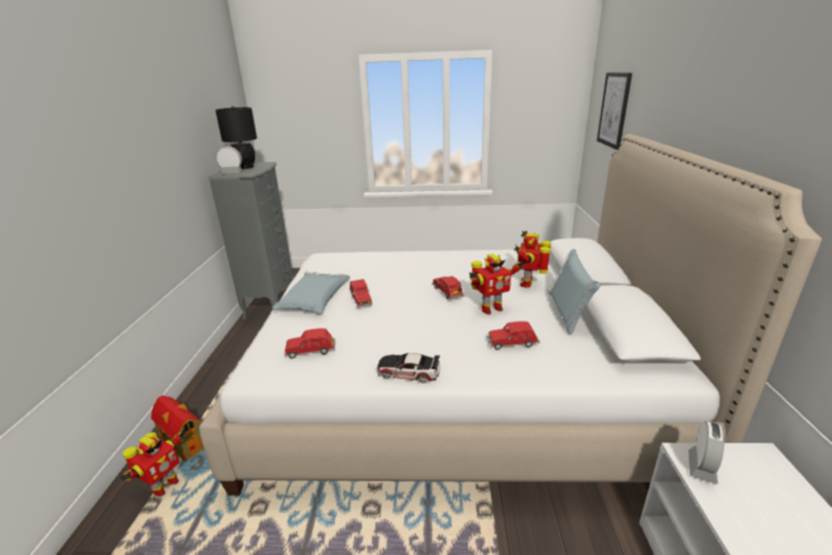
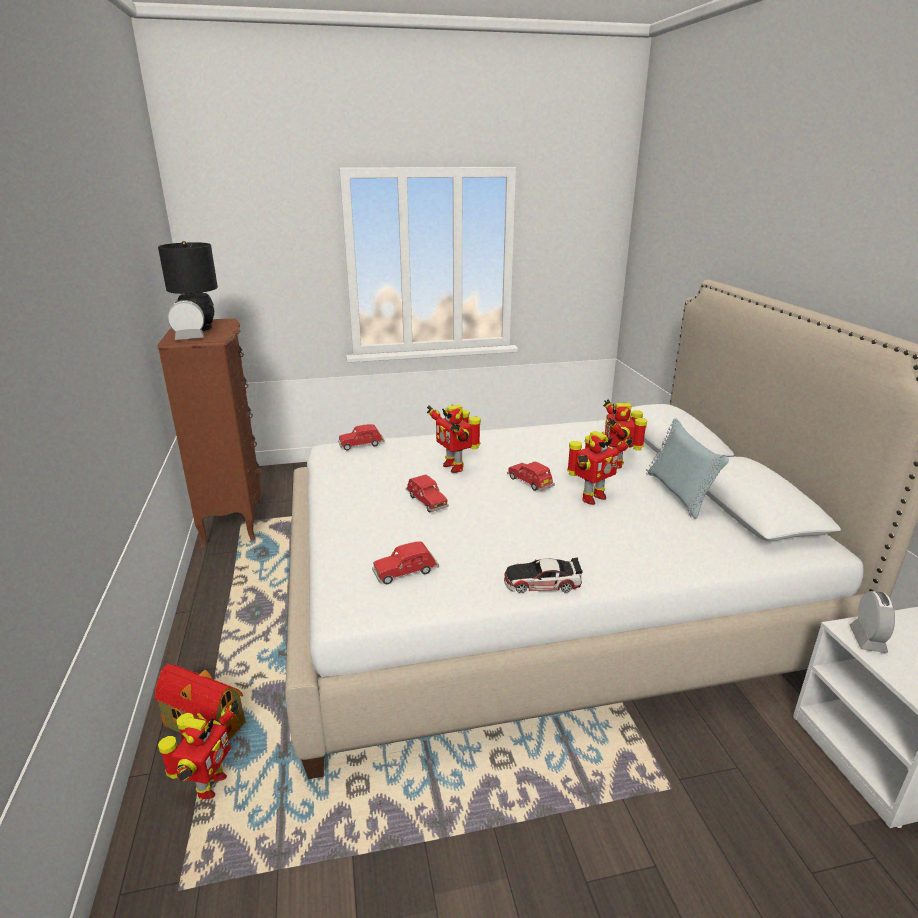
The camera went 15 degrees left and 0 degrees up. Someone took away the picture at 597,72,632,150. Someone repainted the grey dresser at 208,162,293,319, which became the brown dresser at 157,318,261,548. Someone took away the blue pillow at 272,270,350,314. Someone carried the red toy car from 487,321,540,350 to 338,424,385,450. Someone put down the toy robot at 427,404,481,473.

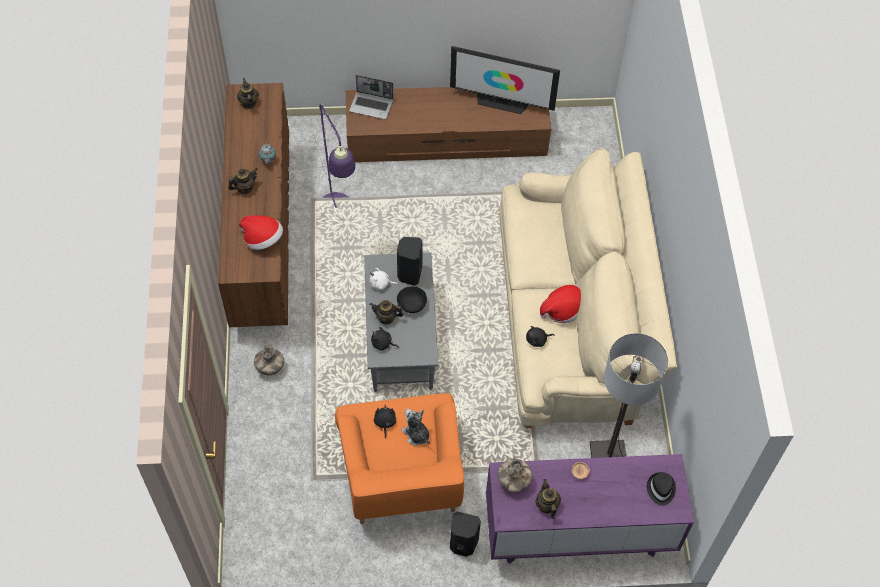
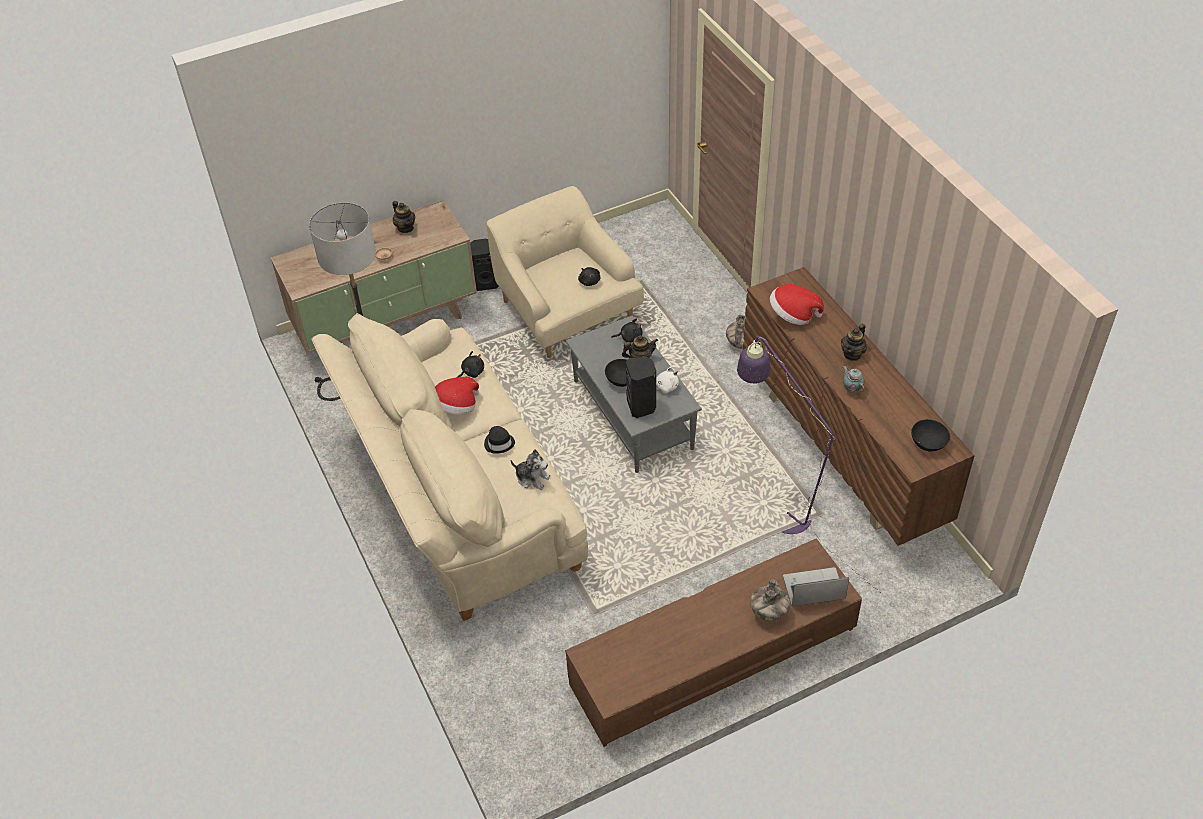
The camera went 160 degrees right and 10 degrees down. Someone took away the television at 450,46,560,114. Someone swapped the teapot at 237,78,259,109 for the black bowl at 911,419,950,451. Someone repainted the orange armchair at 335,393,464,524, which became the beige armchair at 487,186,644,358. Someone carried the plush toy from 401,409,430,446 to 511,449,551,490. Someone repainted the purple dresser at 486,454,694,564, which became the green dresser at 271,200,477,354. Someone carried the vase from 498,459,532,492 to 750,579,790,621. Someone carried the black hat from 647,472,676,506 to 484,426,515,454.

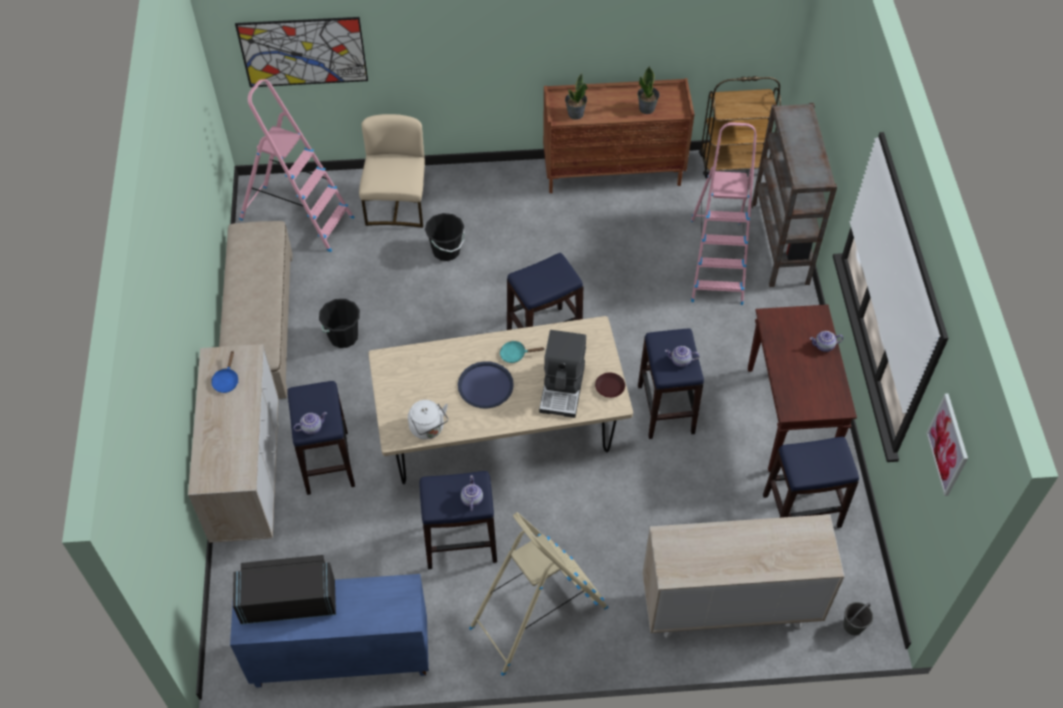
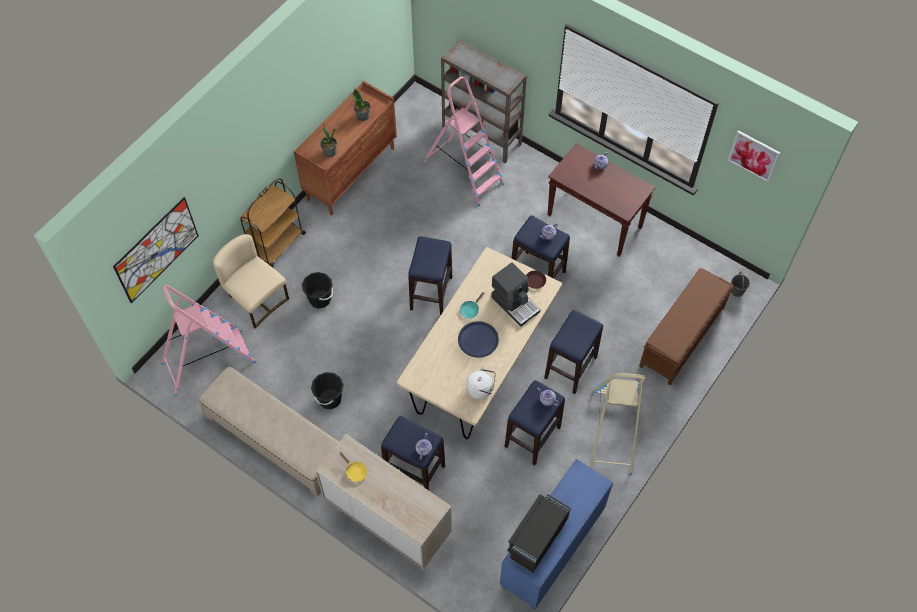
The camera went 50 degrees left and 5 degrees up. Someone carried the brown cart from 699,76,781,179 to 240,178,306,268. Someone repainted the blue frying pan at 211,351,238,393, which became the yellow frying pan at 340,452,367,482. Someone carried the stool from 763,437,859,528 to 544,310,603,394. Someone swapped the white dresser at 642,514,845,638 for the brown bench at 639,268,734,386.

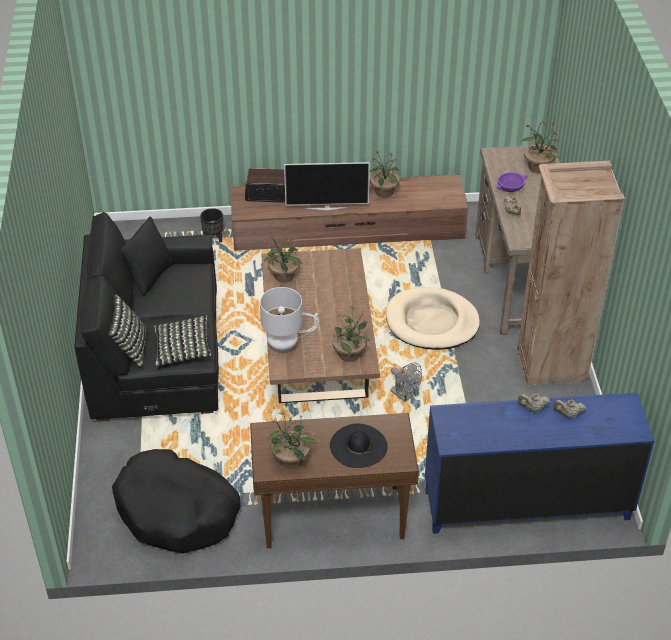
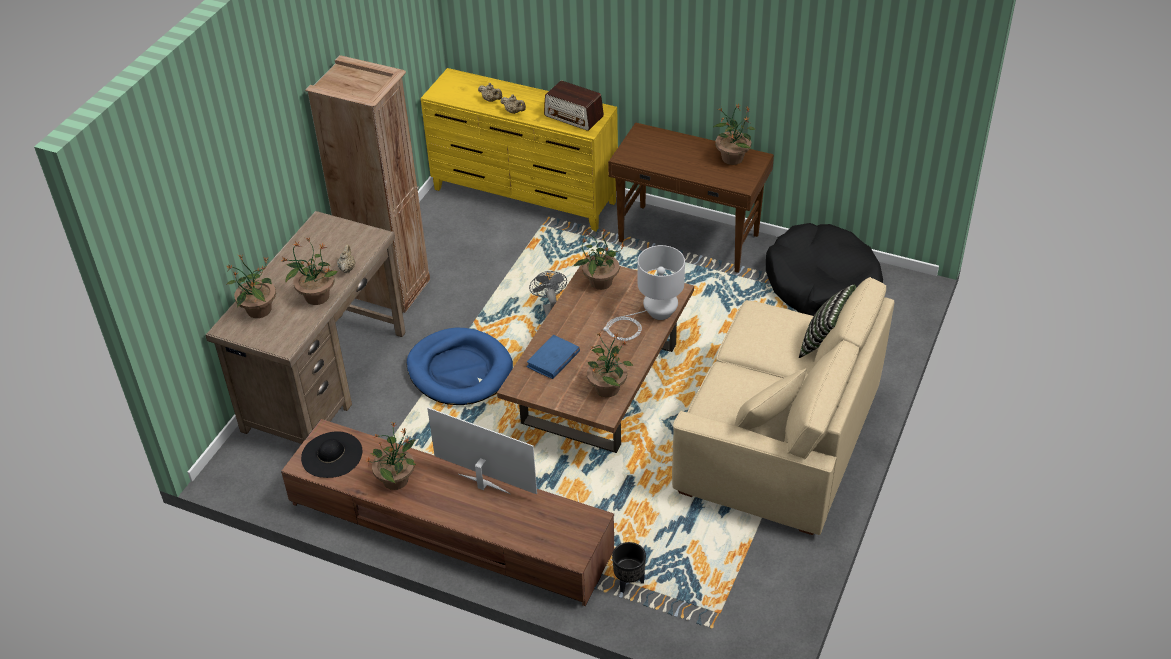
The camera went 150 degrees left and 0 degrees up. Someone carried the radio from 245,168,285,203 to 544,81,604,131. Someone swapped the purple bowl at 495,172,527,192 for the potted plant at 282,237,337,305. Someone repainted the black sofa at 74,212,219,422, which became the beige sofa at 672,277,894,535. Someone repainted the beige dog bed at 386,287,480,350, which became the blue dog bed at 407,328,513,405. Someone took away the pillow at 153,315,211,366. Someone repainted the blue dresser at 425,392,654,534, which became the yellow dresser at 421,68,618,232. Someone carried the black hat from 330,424,388,468 to 301,431,362,478. Someone put down the blue book at 526,335,580,379.

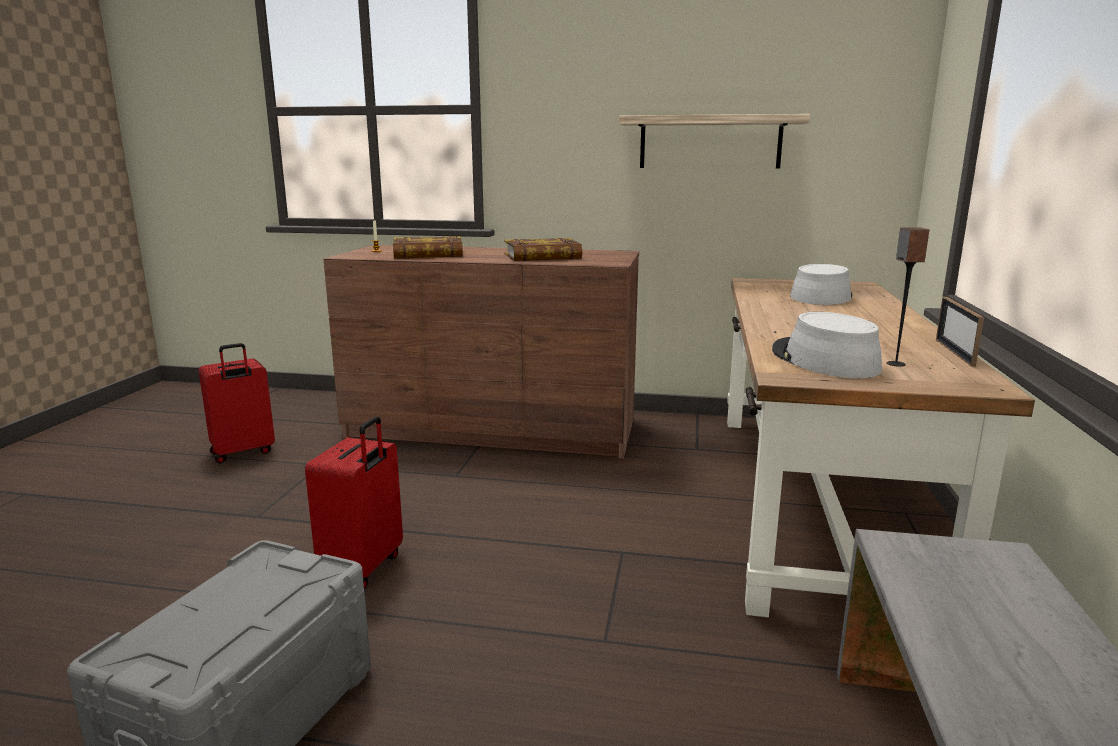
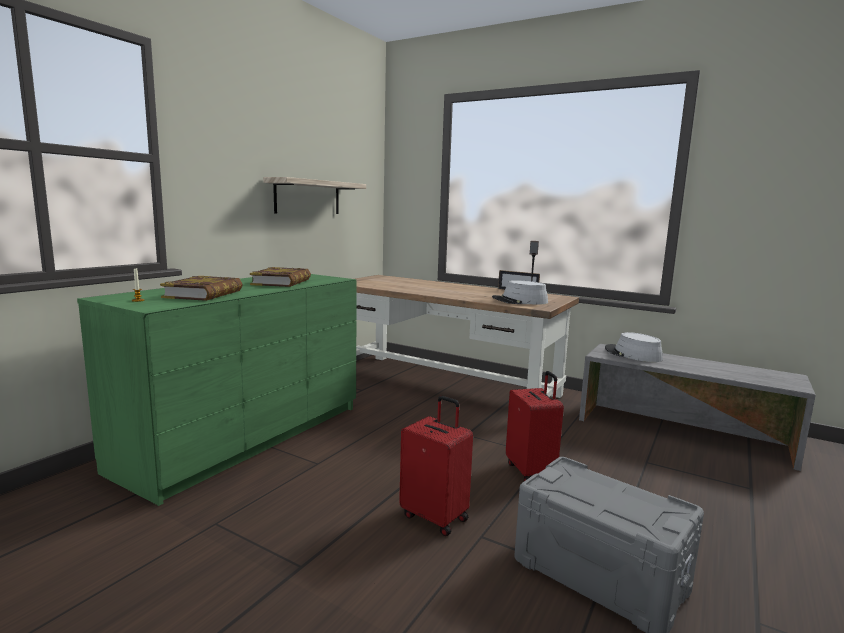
The camera went 70 degrees left and 5 degrees down. Someone repainted the brown dresser at 323,245,639,459, which became the green dresser at 77,274,357,506. Someone carried the grey hat from 790,264,853,305 to 605,332,663,362. Someone carried the red suitcase from 199,343,275,463 to 506,371,564,481.

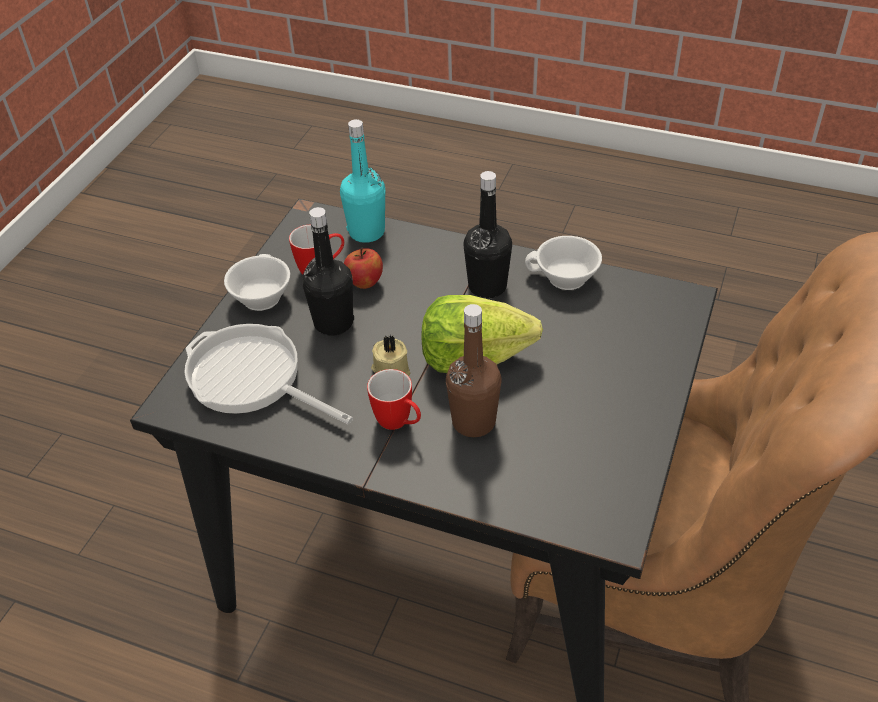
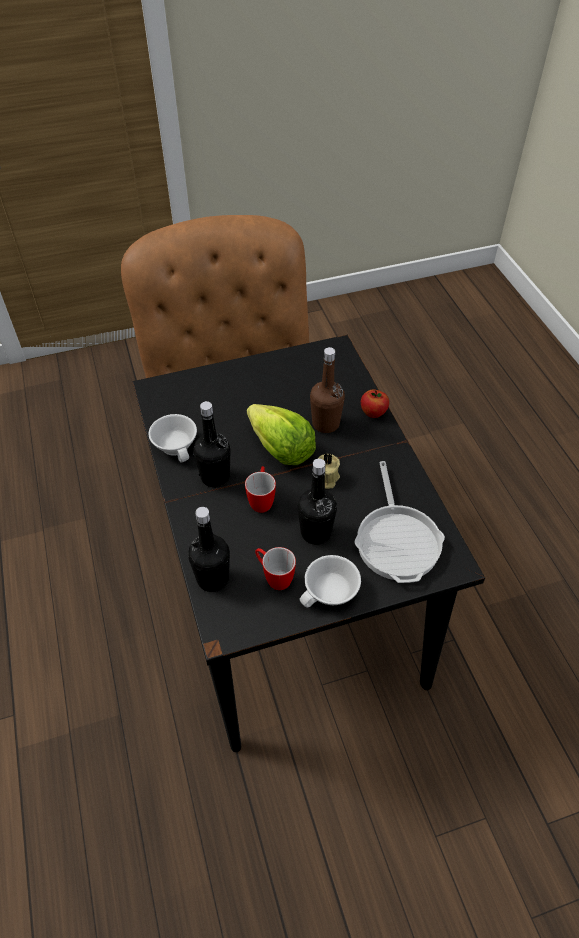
The camera went 130 degrees left and 5 degrees up. Someone repainted the turquoise bottle at 340,119,385,243, which became the black bottle at 188,507,230,592. Someone carried the apple from 344,248,383,289 to 361,389,389,418. Someone carried the mug from 367,369,421,430 to 245,466,276,513.

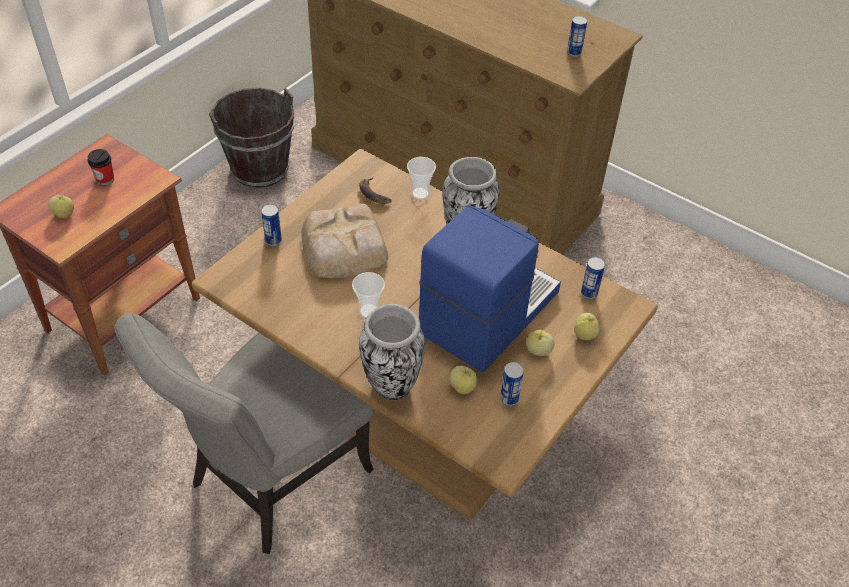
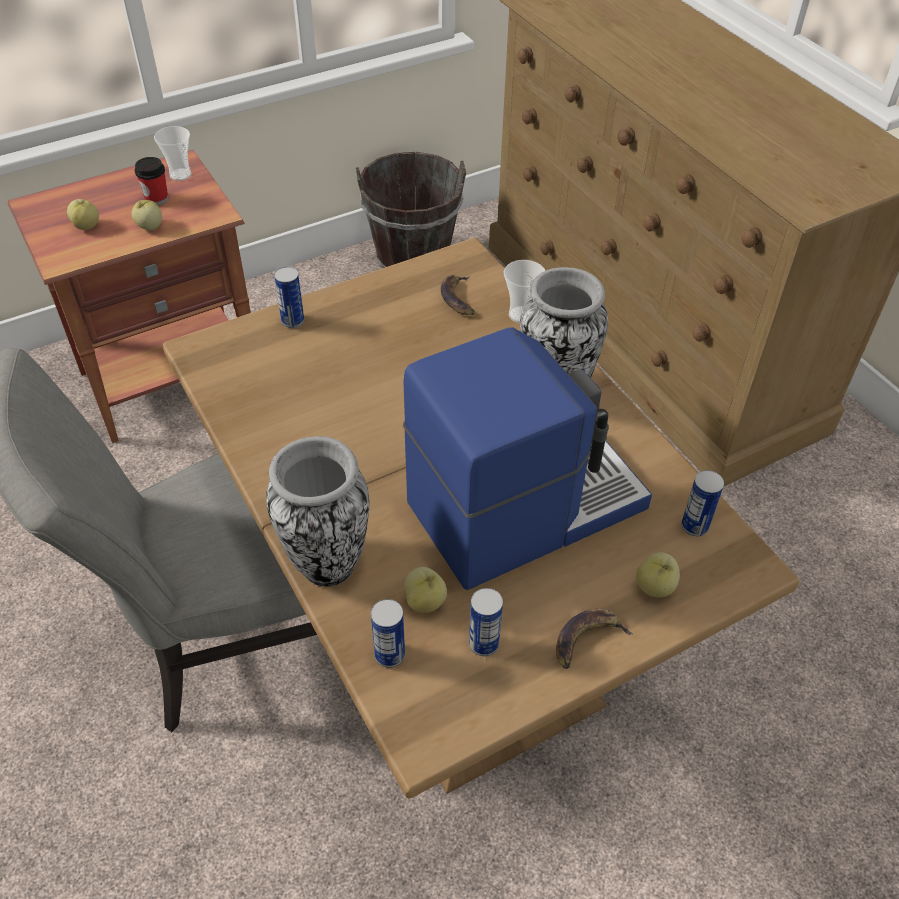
The camera went 25 degrees right and 0 degrees up. Someone carried the can from 567,16,587,57 to 371,599,405,668. Someone took away the bread at 301,204,388,278. Someone carried the cup from 352,272,385,318 to 154,126,191,181. Someone carried the apple from 527,330,555,356 to 131,200,162,230. Someone put down the banana at 556,609,634,669.

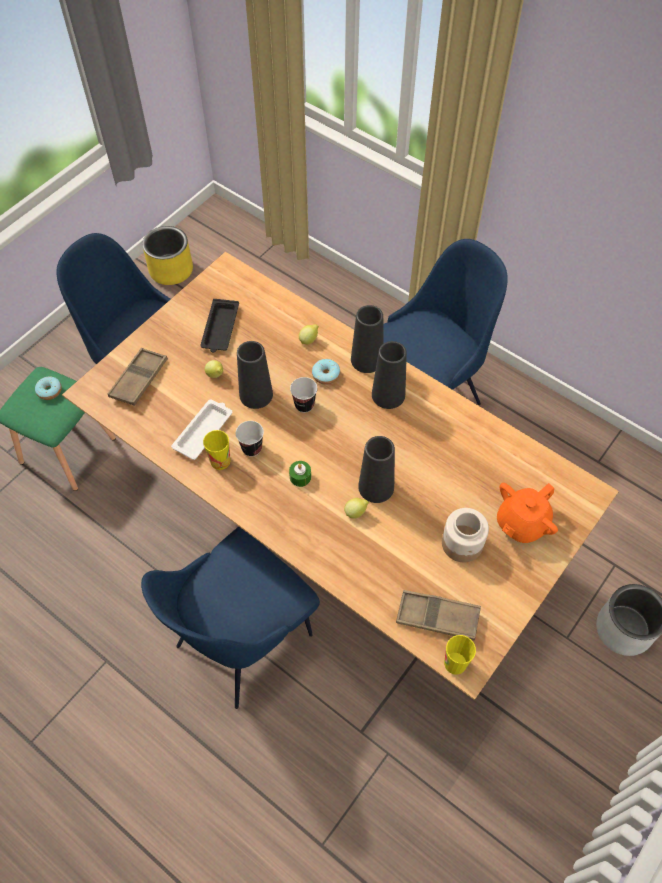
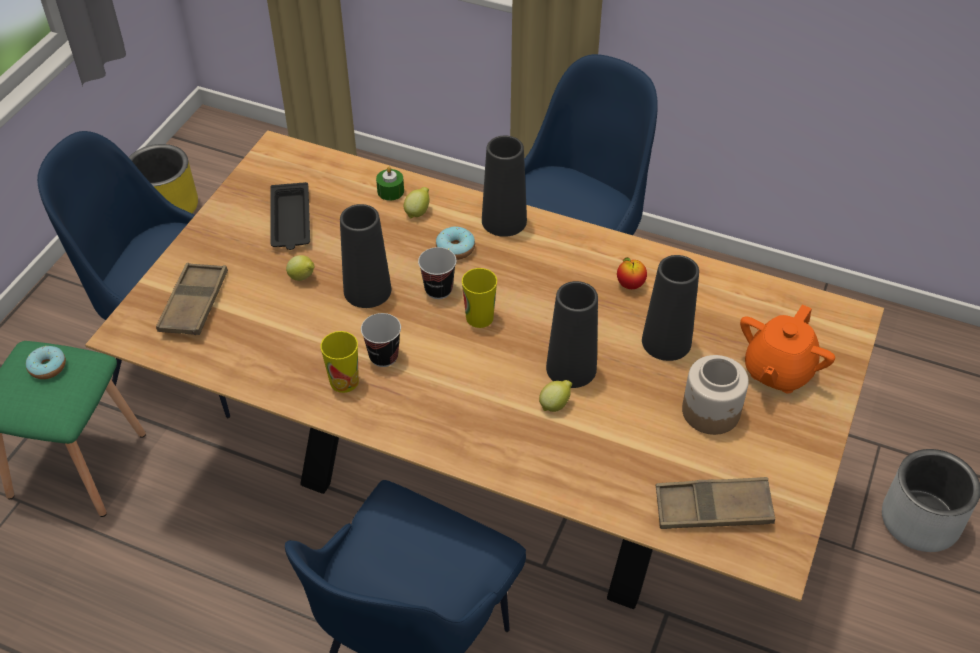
The camera went 15 degrees left and 10 degrees down. Someone carried the black vase from 372,341,407,409 to 642,255,699,361. Someone took away the white tray at 171,399,232,460. Someone carried the green candle from 289,461,311,487 to 376,167,404,201. Someone carried the cup from 444,635,476,675 to 462,268,497,328. Someone put down the apple at 617,257,647,289.

